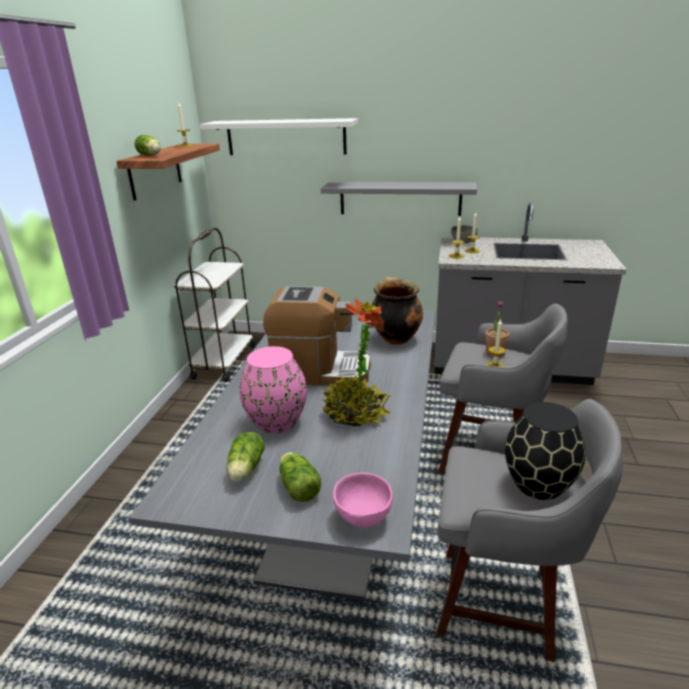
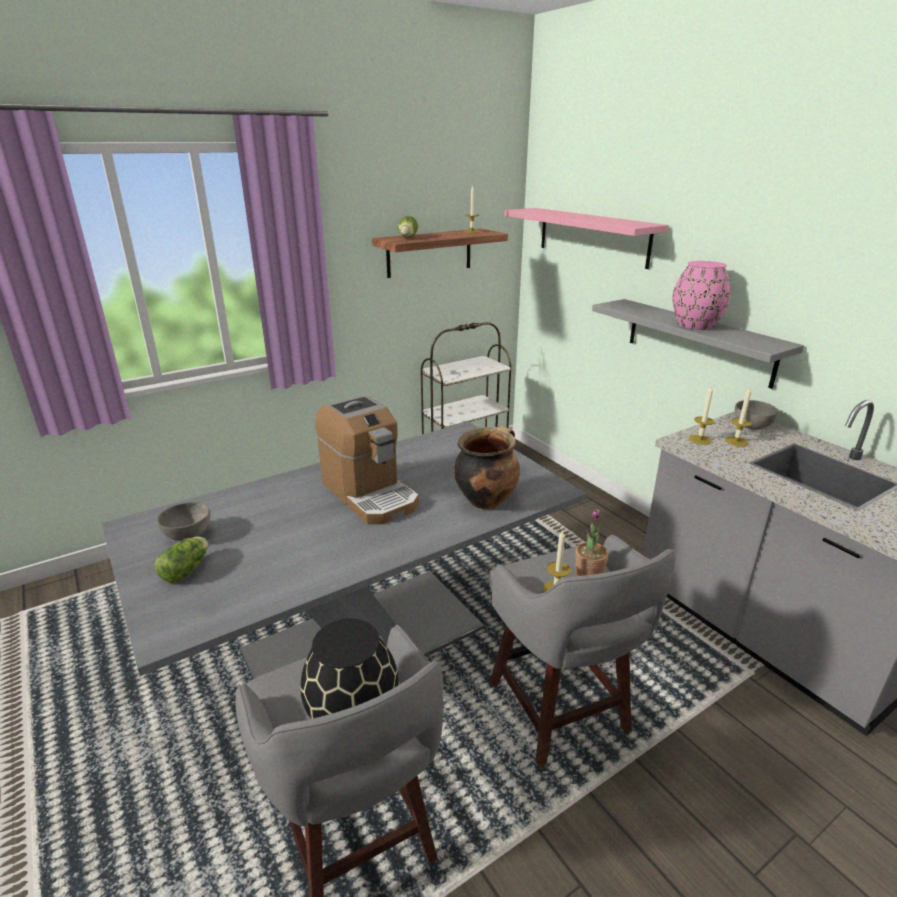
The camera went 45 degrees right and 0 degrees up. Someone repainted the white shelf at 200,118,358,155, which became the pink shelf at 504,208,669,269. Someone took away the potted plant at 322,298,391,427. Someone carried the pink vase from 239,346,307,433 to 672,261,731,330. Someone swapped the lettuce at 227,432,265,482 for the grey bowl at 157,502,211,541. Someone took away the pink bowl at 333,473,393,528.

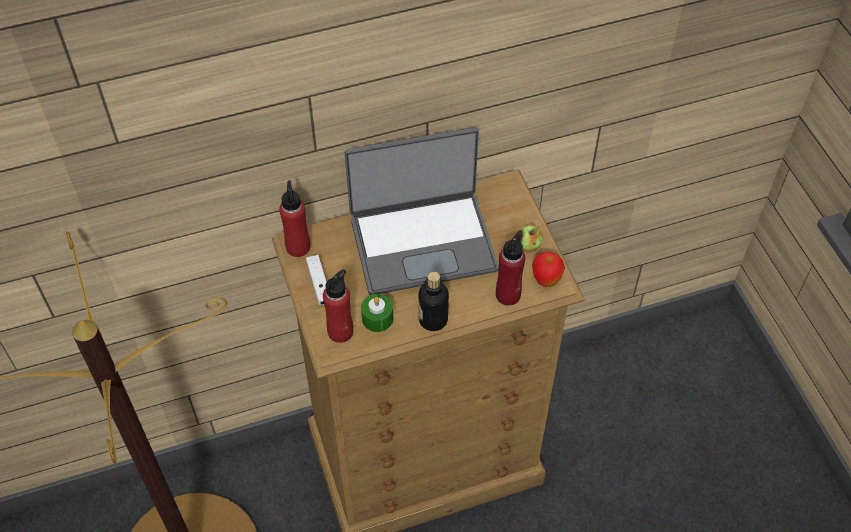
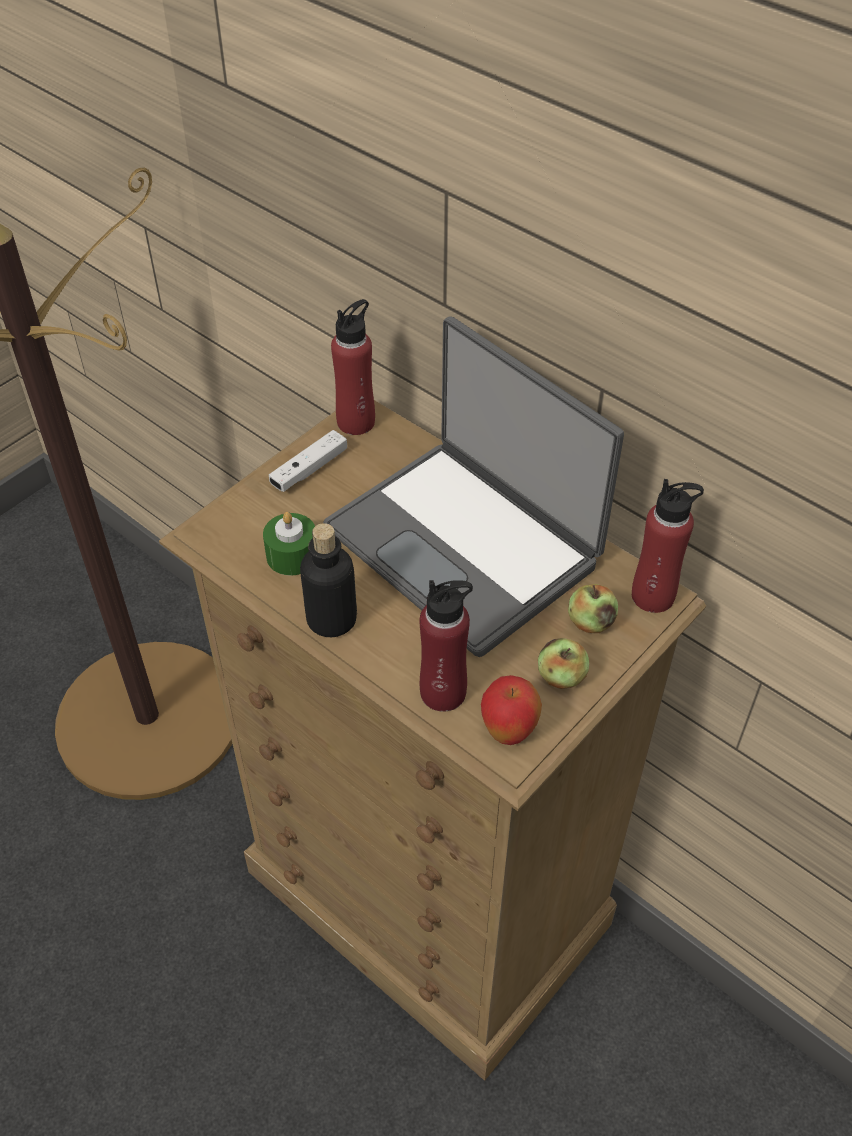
The camera went 60 degrees right and 5 degrees down. Someone carried the red bottle from 323,269,353,343 to 632,479,704,613. Someone put down the apple at 568,584,618,633.

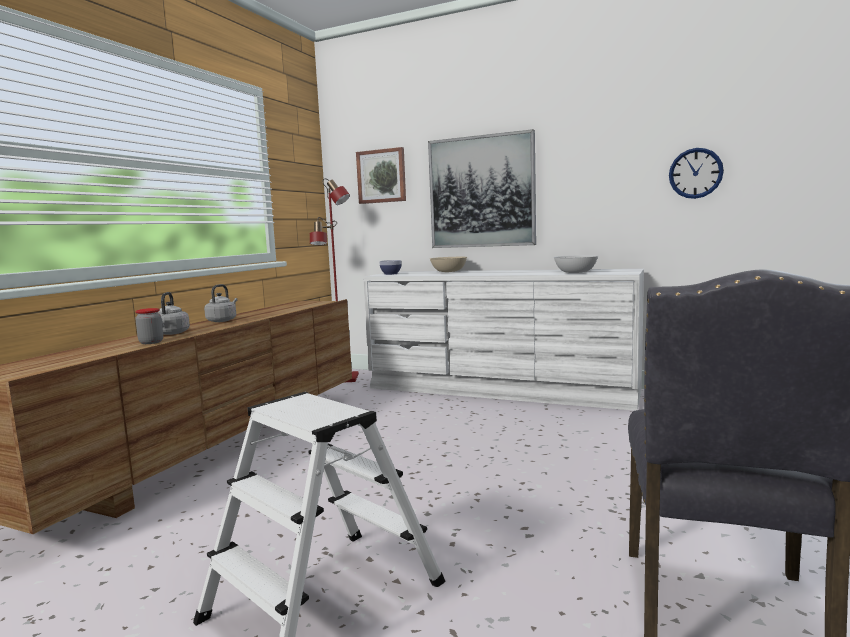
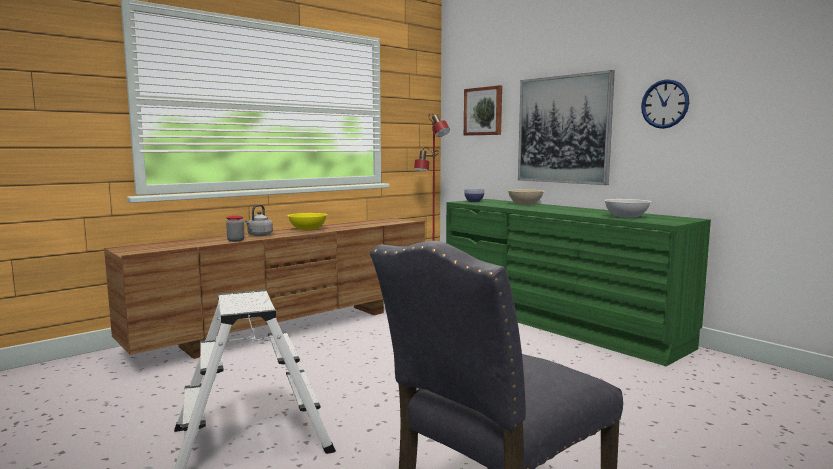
The camera went 25 degrees right and 0 degrees up. Someone carried the wall clock from 669,148,724,199 to 641,79,689,129. Someone repainted the white dresser at 363,269,644,411, which became the green dresser at 446,199,711,366. Someone swapped the grey kettle at 204,284,238,322 for the yellow bowl at 287,213,327,230.

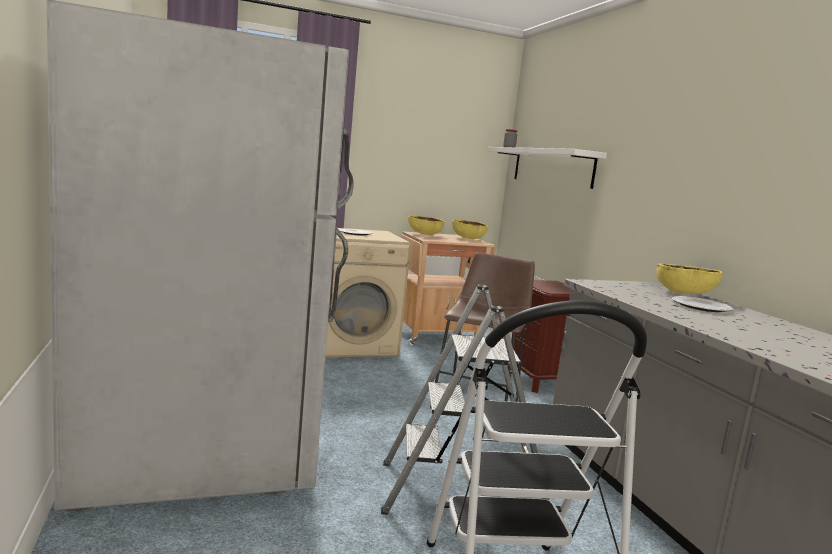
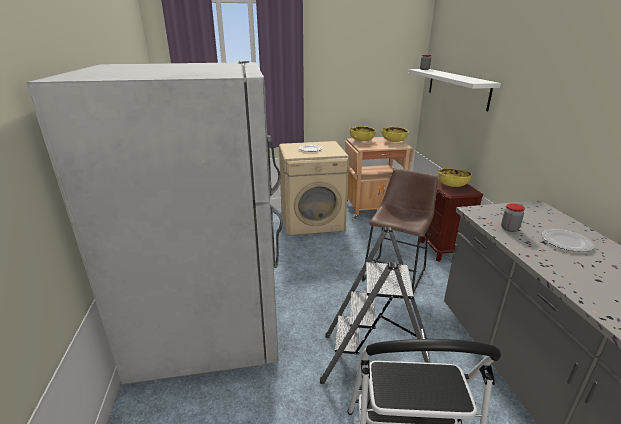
The camera went 10 degrees right and 15 degrees up. Someone carried the yellow bowl from 656,263,723,294 to 438,168,472,187. Someone put down the jar at 501,203,525,232.

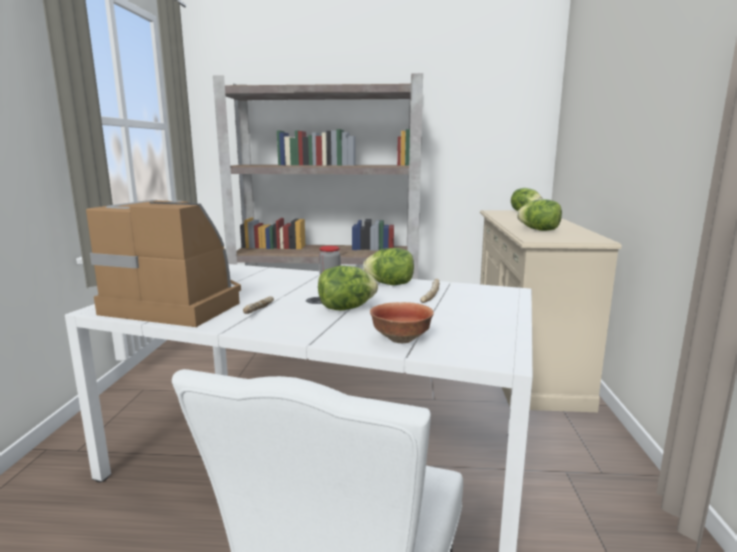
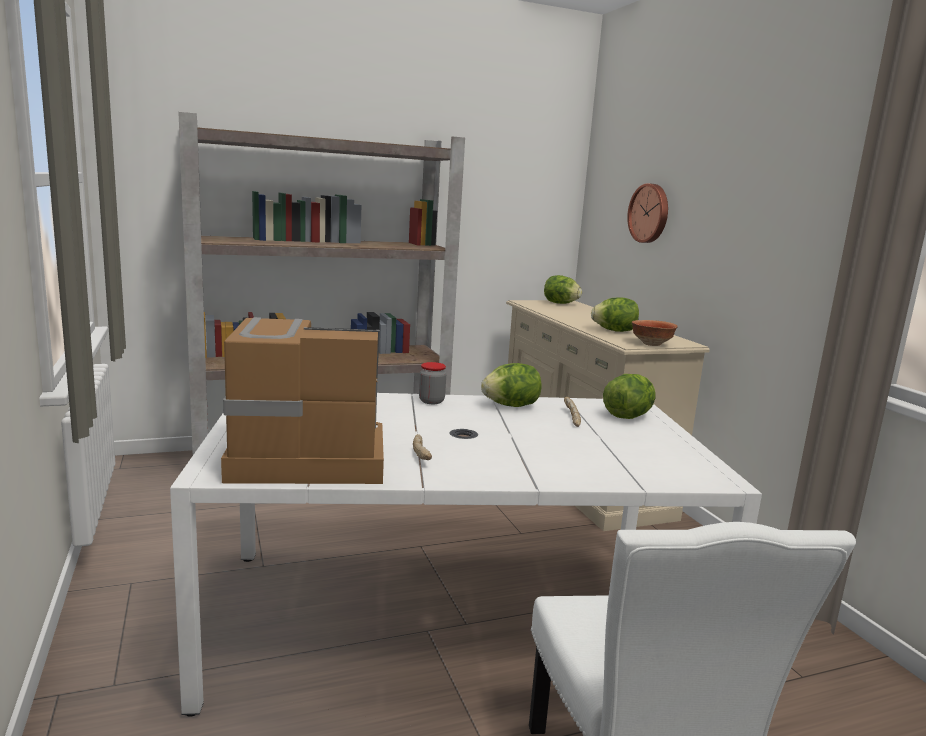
The camera went 25 degrees left and 0 degrees up. Someone carried the lettuce from 318,266,378,311 to 603,374,656,419. Someone carried the bowl from 370,302,434,343 to 632,320,678,346. Someone put up the wall clock at 627,183,668,243.

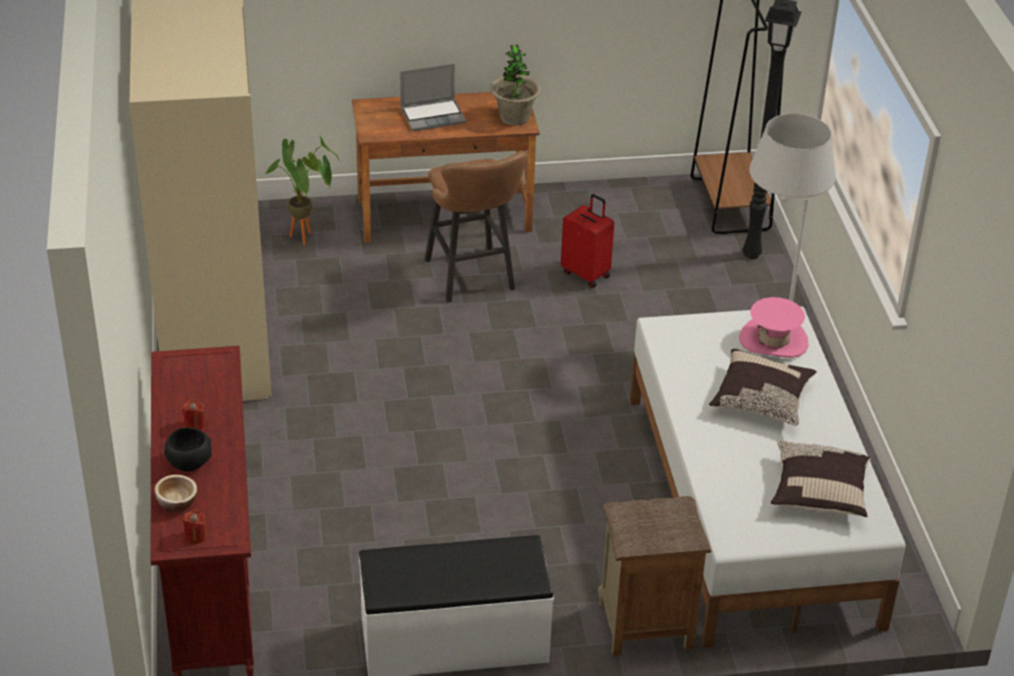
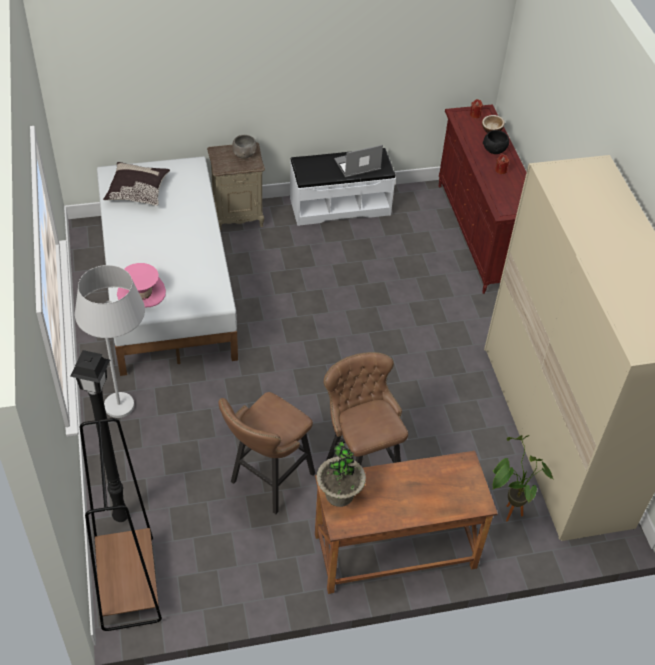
The camera went 175 degrees right and 10 degrees up. Someone carried the laptop from 400,63,466,131 to 334,145,383,177. Someone swapped the red suitcase at 561,194,614,288 for the brown stool at 218,392,315,514. Someone took away the pillow at 709,349,817,426. Someone put down the grey bowl at 232,135,257,158.

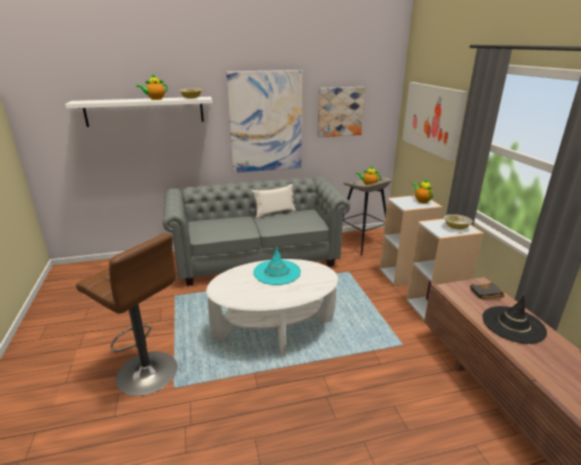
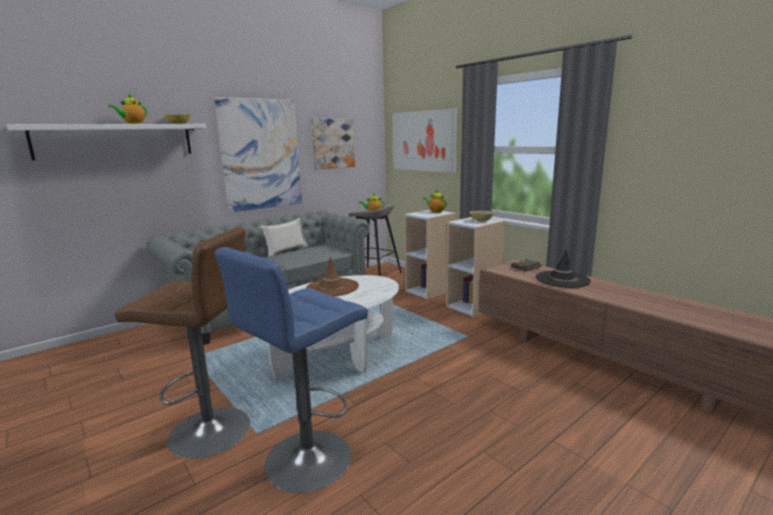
The camera went 25 degrees left and 10 degrees down. Someone repainted the turquoise hat at 253,247,301,285, which became the brown hat at 306,257,359,296. Someone put down the blue stool at 215,247,368,493.

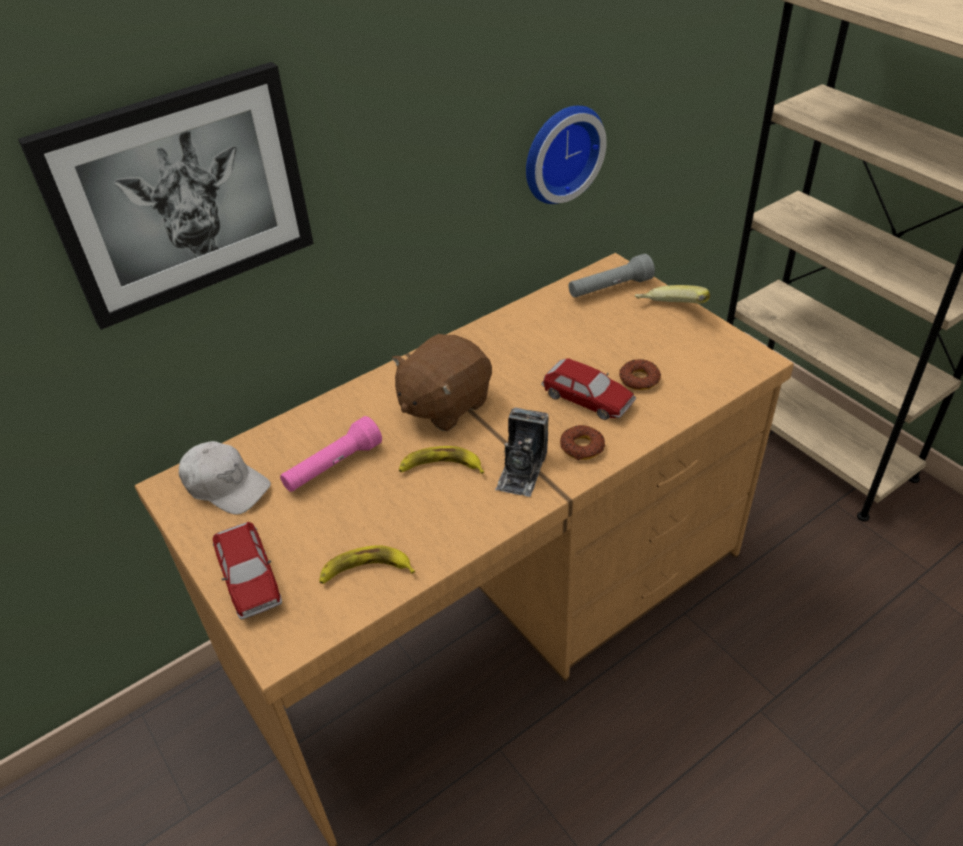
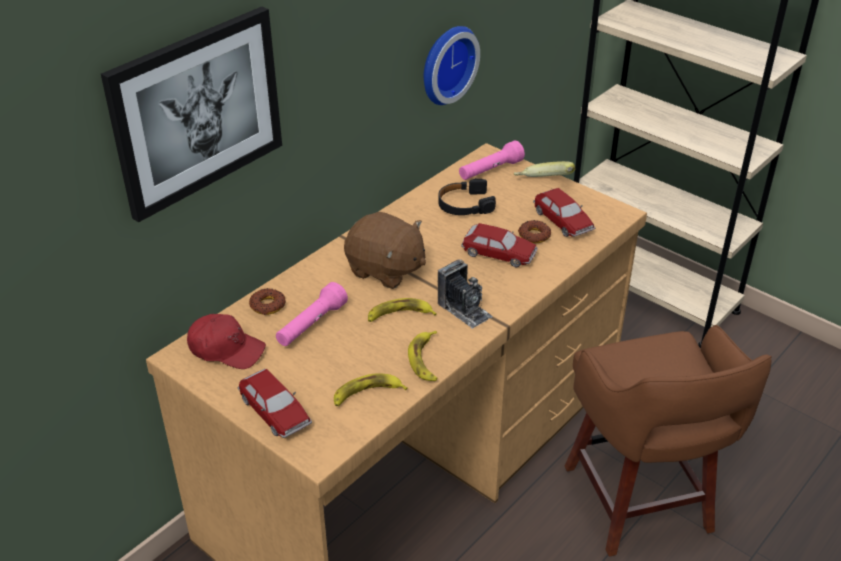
The camera went 15 degrees left and 5 degrees down. Someone repainted the grey flashlight at 569,254,655,298, which became the pink flashlight at 459,141,525,180. Someone rotated the brown plush toy at 392,334,492,432 by 90 degrees counterclockwise. Someone rotated the photo camera at 495,407,549,497 by 45 degrees counterclockwise. Someone carried the donut from 560,425,605,460 to 249,288,285,315. Someone repainted the white cap at 179,441,271,515, which became the red cap at 187,314,266,369. Someone put down the black headphones at 438,178,496,215. Someone put down the toy car at 533,188,595,237. Someone put down the brown stool at 564,325,772,557. Someone put down the banana at 408,330,437,381.

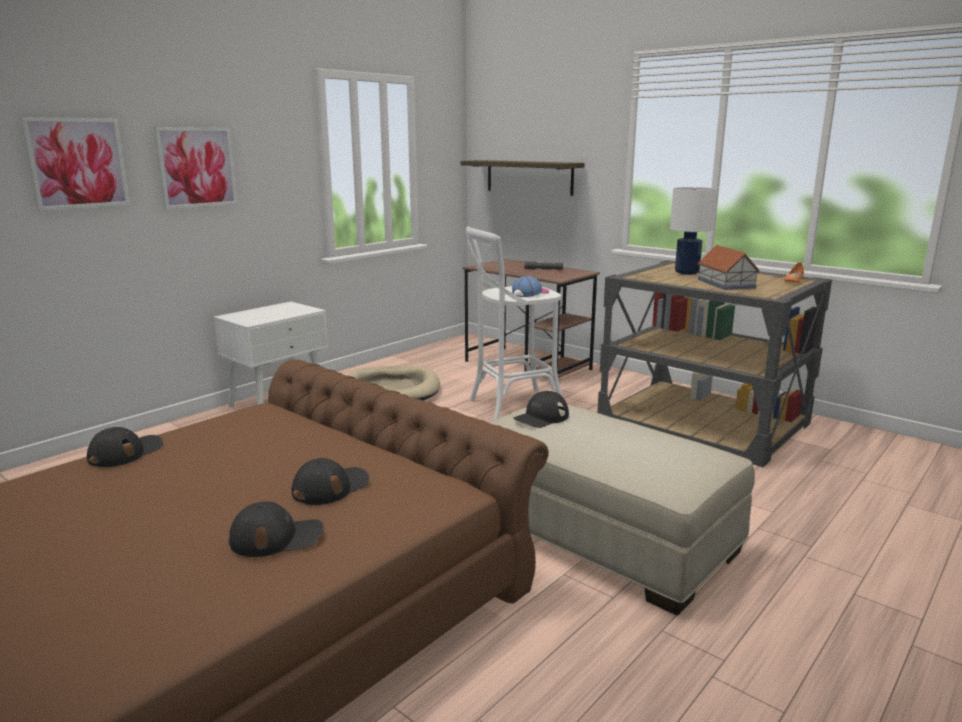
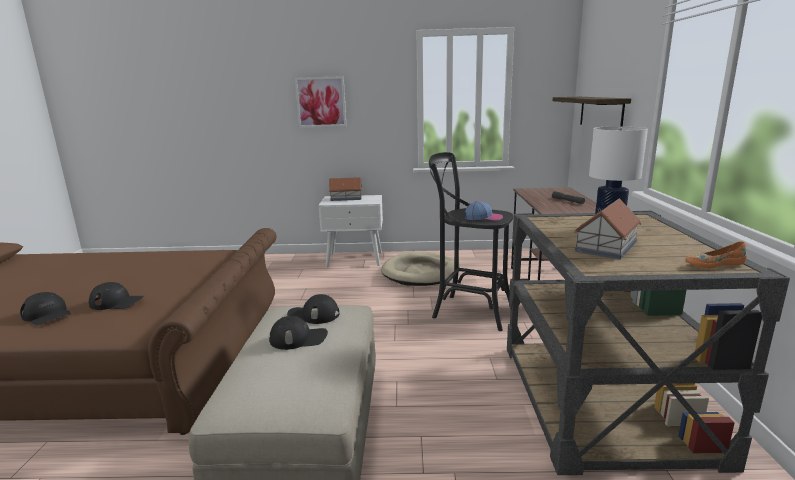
The camera went 50 degrees right and 0 degrees up. Someone took away the picture at 20,117,130,211. Someone repainted the white stool at 466,226,563,421, which became the black stool at 429,152,513,331. Someone carried the black cap from 87,427,163,467 to 269,316,328,350. Someone put down the toy house at 329,177,362,201.

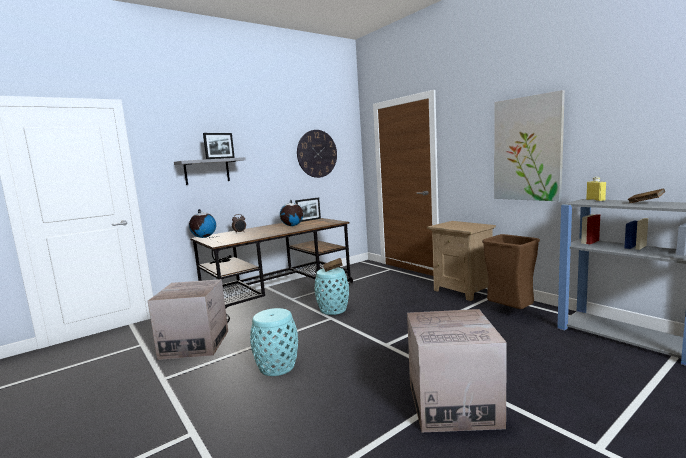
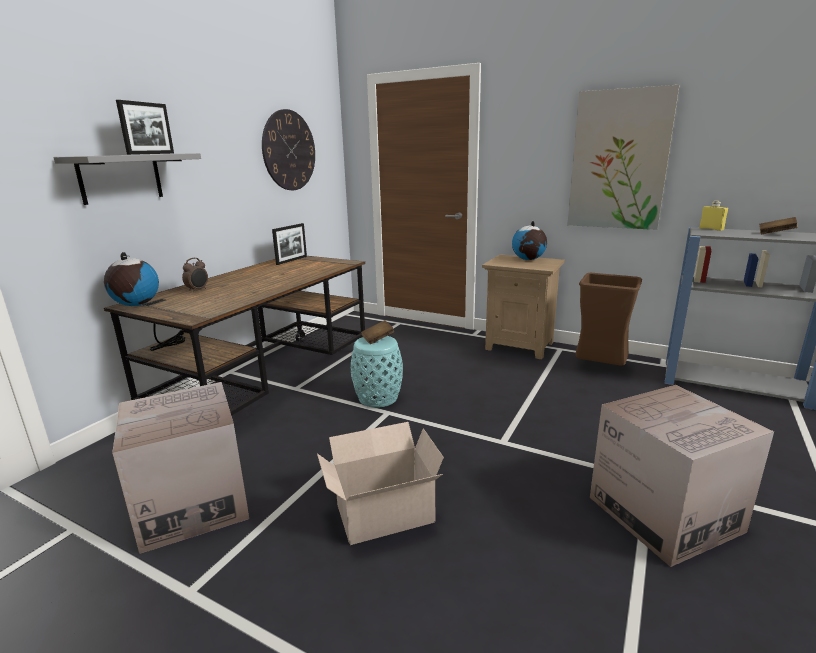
The camera went 25 degrees left and 10 degrees up. Someone carried the globe from 280,200,303,226 to 512,221,547,260. Someone swapped the turquoise stool at 250,308,298,376 for the cardboard box at 317,422,444,545.

